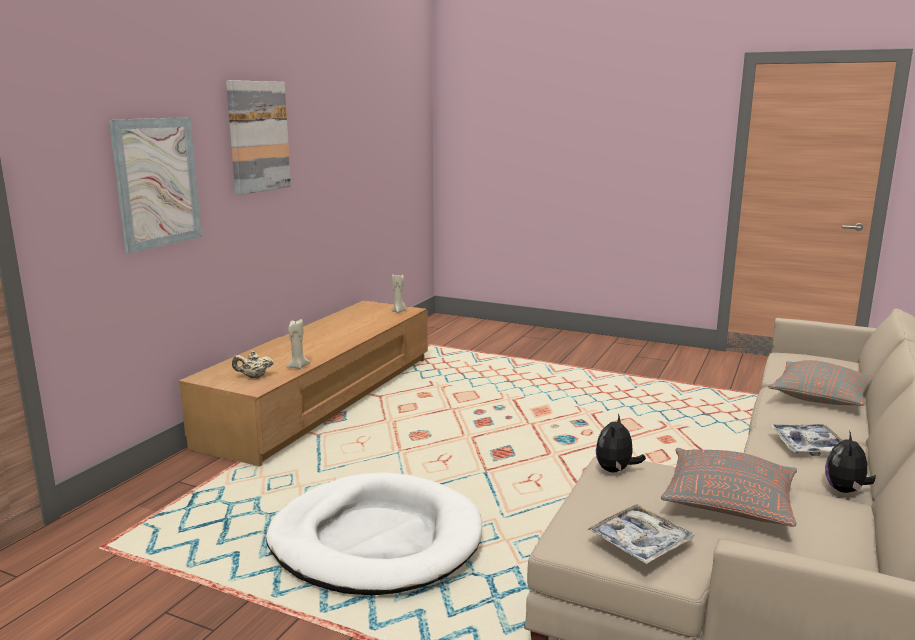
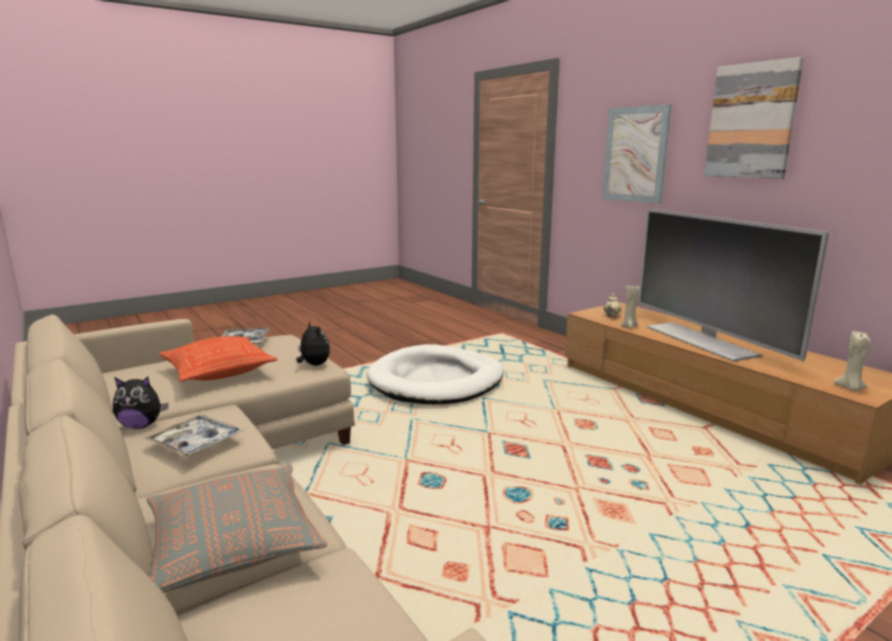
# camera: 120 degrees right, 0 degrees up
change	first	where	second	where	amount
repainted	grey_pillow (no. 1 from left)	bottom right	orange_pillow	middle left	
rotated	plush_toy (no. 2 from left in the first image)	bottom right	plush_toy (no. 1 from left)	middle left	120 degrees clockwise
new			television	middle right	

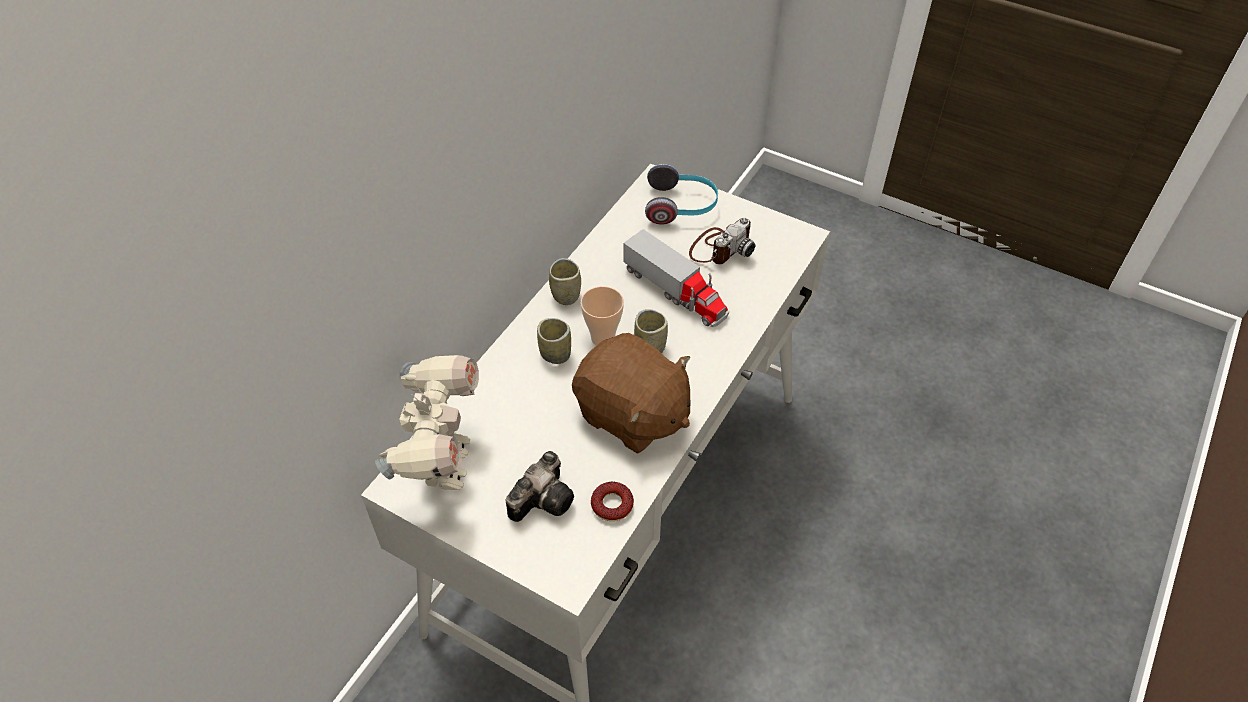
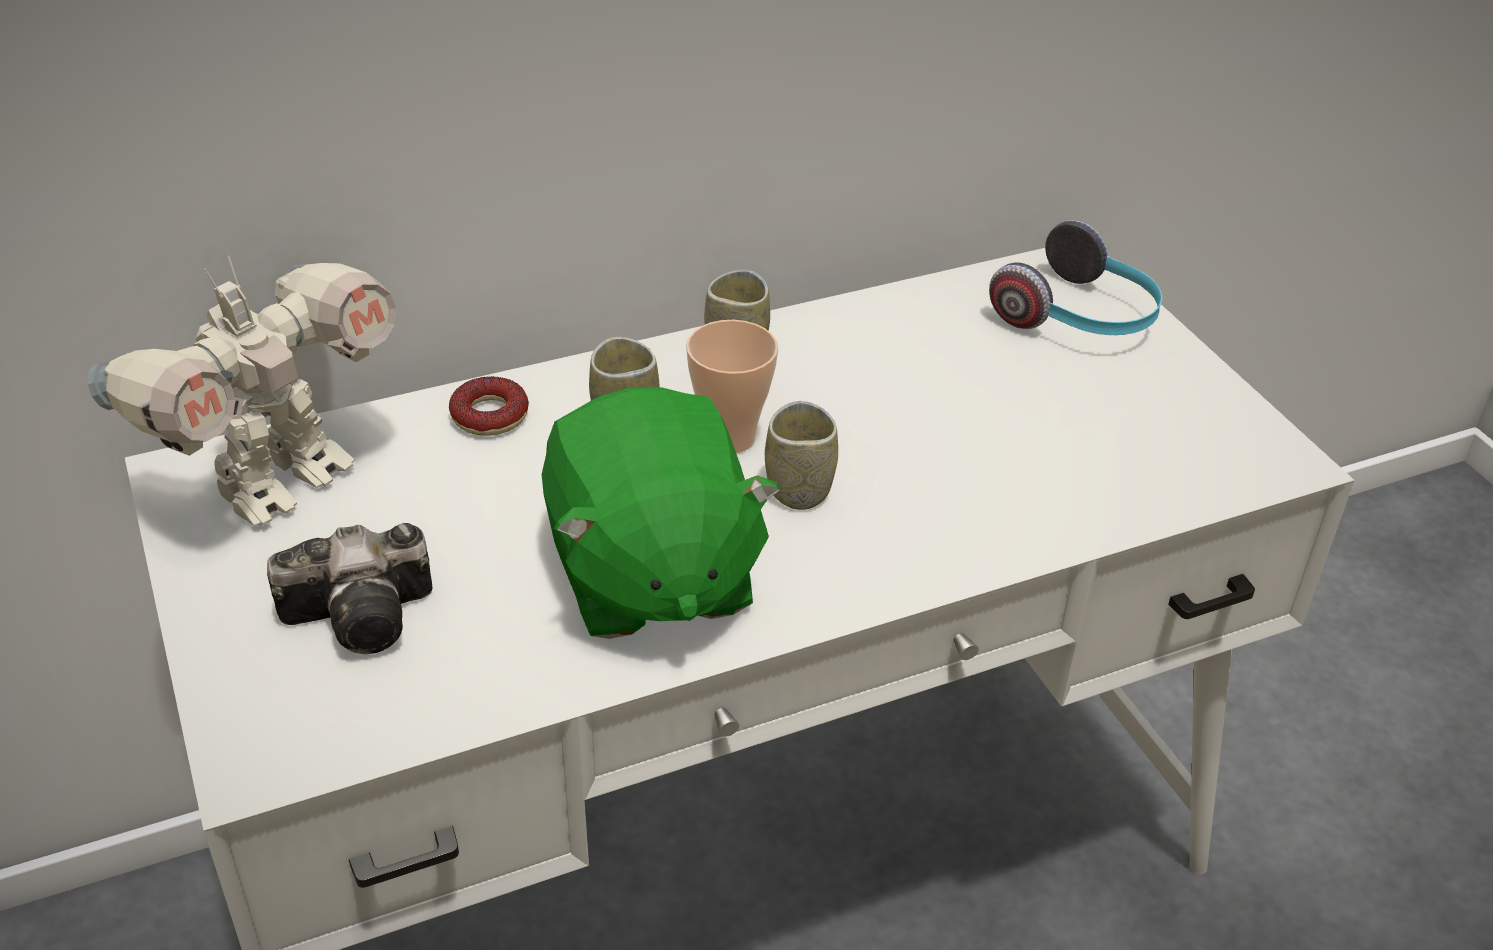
# camera: 35 degrees right, 10 degrees down
change	first	where	second	where	amount
repainted	brown_plush_toy	centre	green_plush_toy	centre	
shifted	donut	bottom centre		middle left	
gone	toy_truck	centre			
gone	photo_camera (no. 2 from left)	centre			

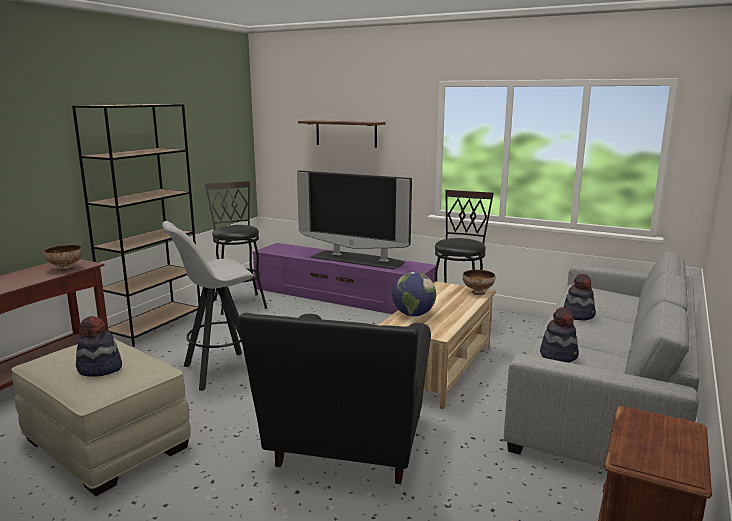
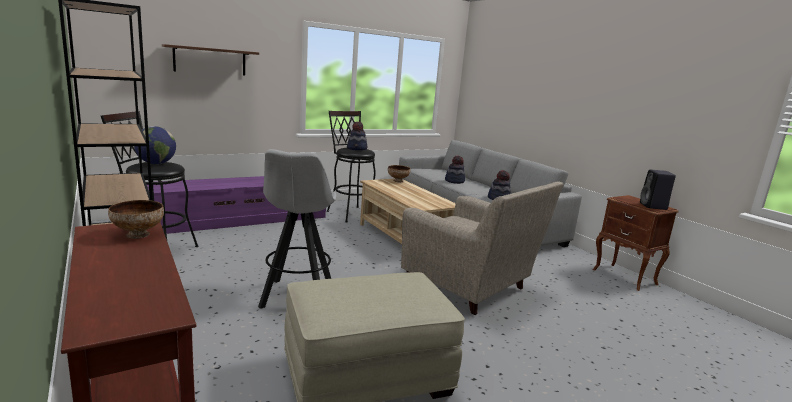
# camera: 60 degrees left, 0 degrees up
change	first	where	second	where	amount
shifted	hat (no. 1 from left)	middle left		centre	
repainted	black_armchair	bottom centre	beige_armchair	centre	
gone	television	centre			
shifted	globe	centre		middle left	
new			black_speaker	middle right	

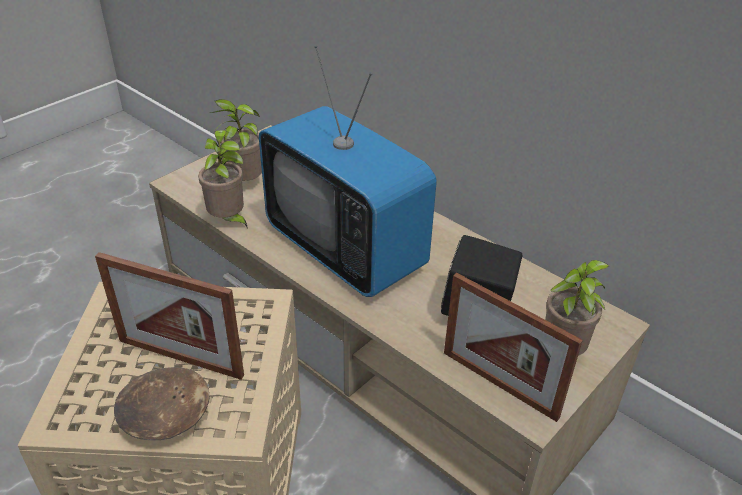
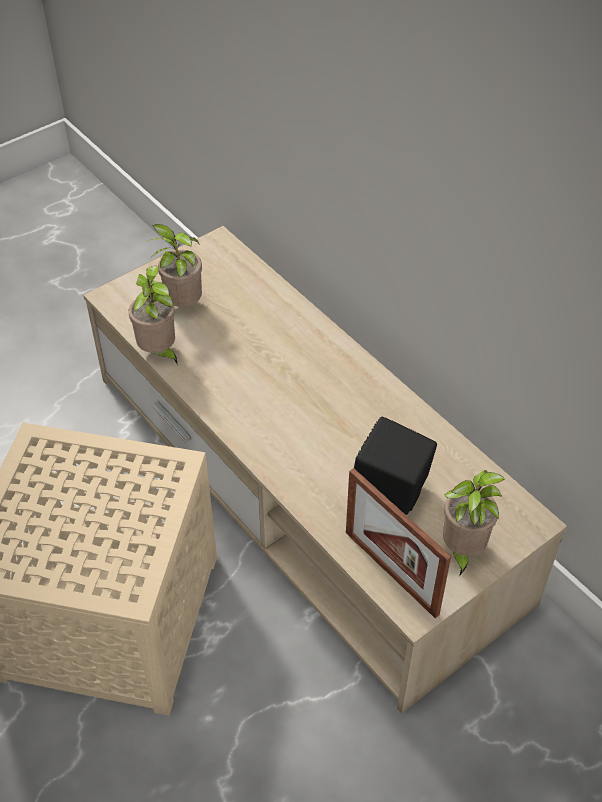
# camera: 10 degrees right, 10 degrees up
change	first	where	second	where	amount
gone	picture_frame (no. 1 from left)	middle left			
gone	brown_bowl	bottom left			
gone	television	centre			

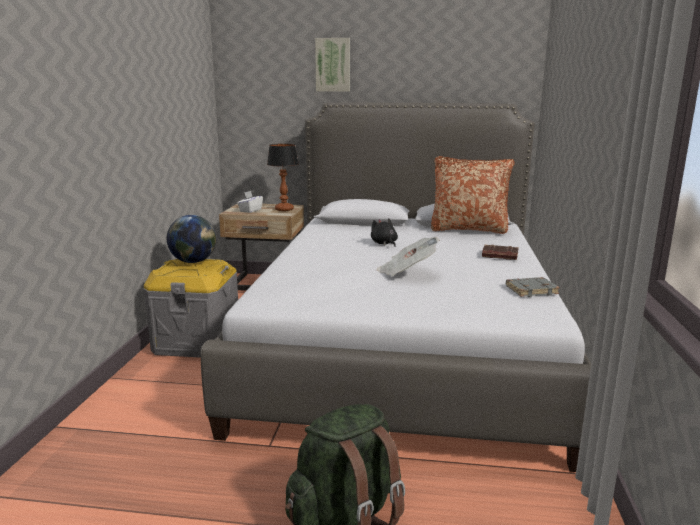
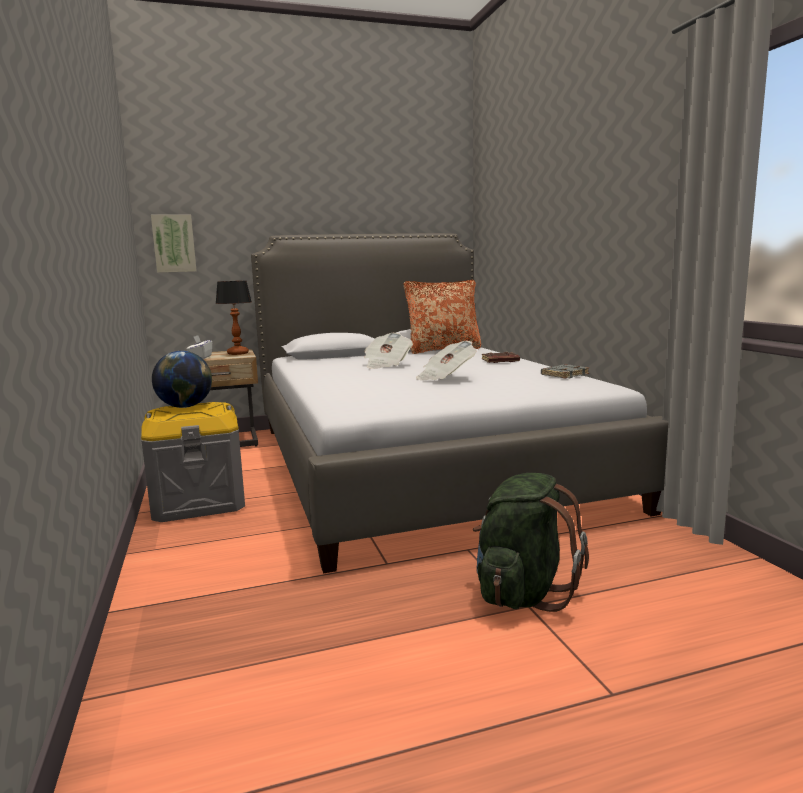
# camera: 25 degrees left, 5 degrees down
change	first	where	second	where	amount
shifted	picture	top centre		top left	
swapped	black_plush_toy	centre	newspaper (no. 1 from left)	centre	

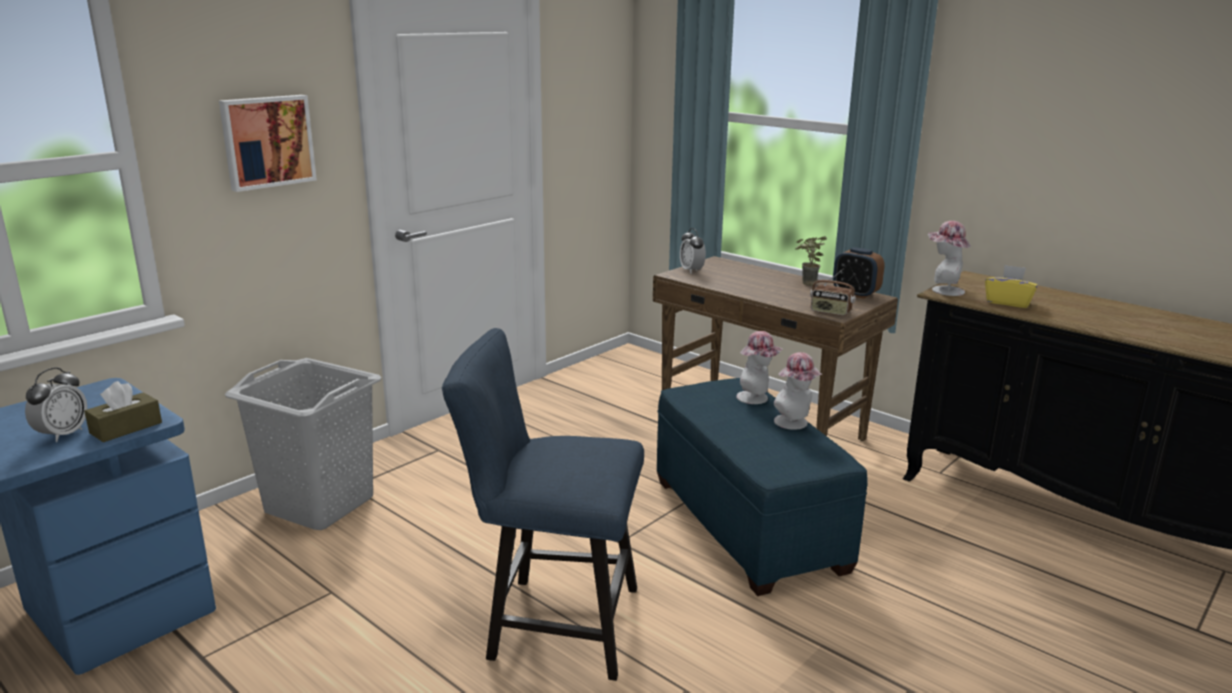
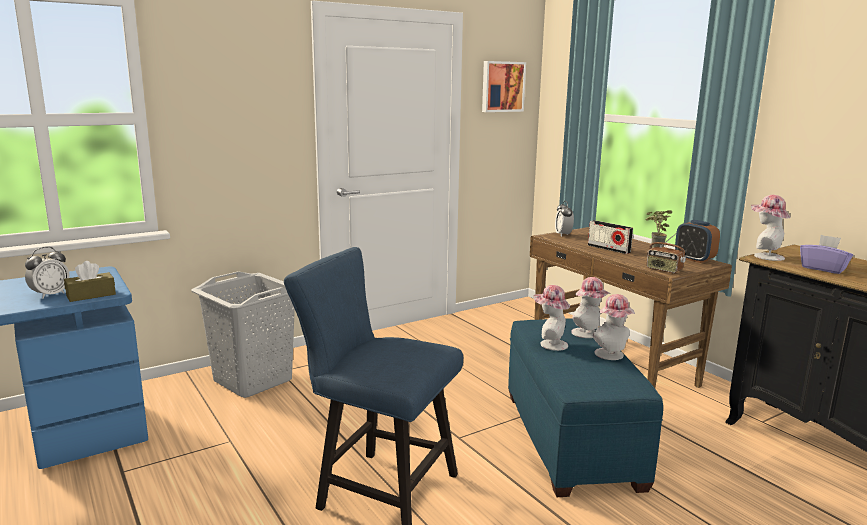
# camera: 15 degrees right, 5 degrees down
change	first	where	second	where	amount
shifted	picture	top left		top centre	
repainted	yellow_tissue_box	middle right	purple_tissue_box	middle right	
new			hat (no. 1 from left)	centre	
new			radio (no. 1 from left)	middle right	

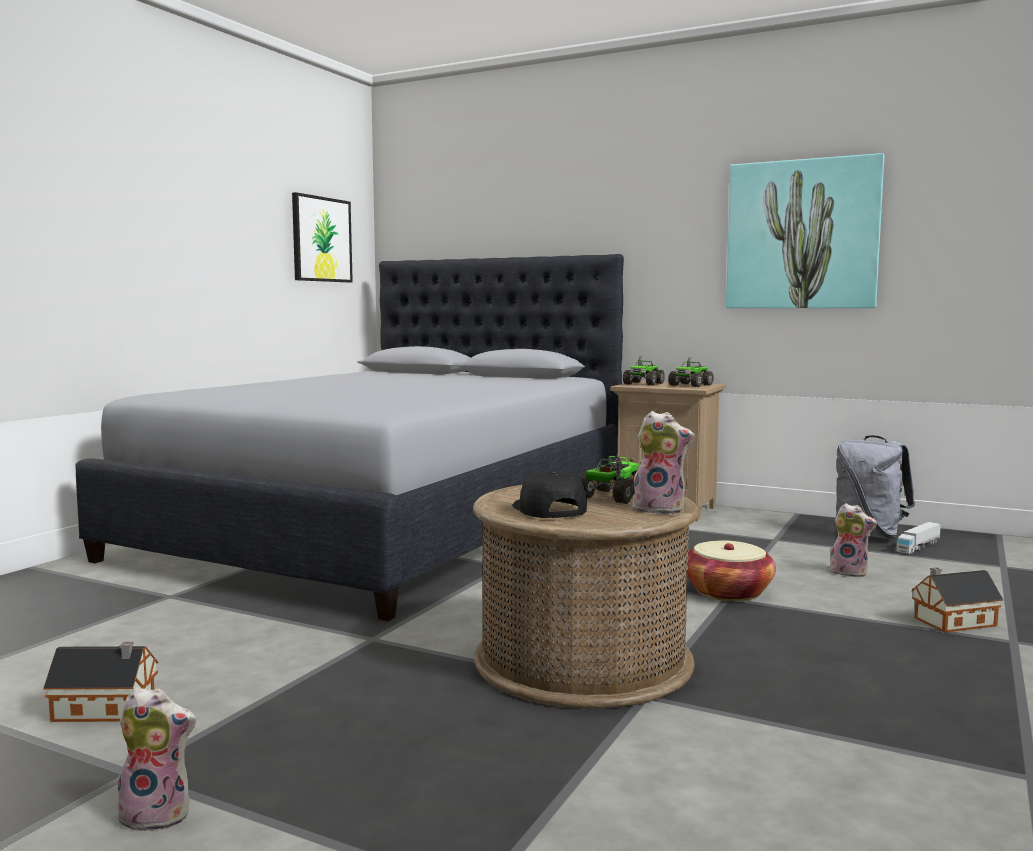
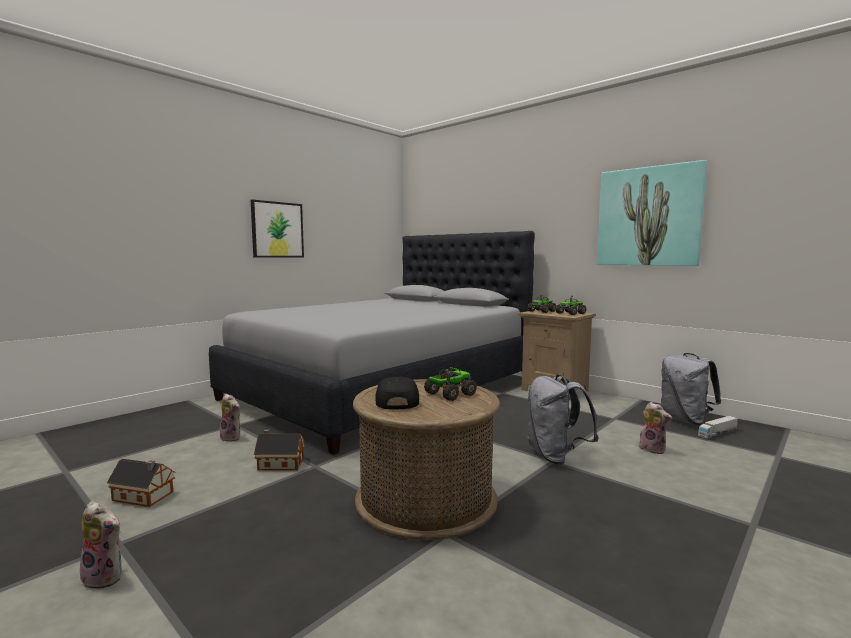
# camera: 15 degrees right, 0 degrees up
change	first	where	second	where	amount
shifted	picture (no. 1 from left)	top left		middle left	
shifted	plush_toy (no. 2 from left)	centre		middle left	
swapped	basket	bottom right	grey_backpack (no. 1 from left)	centre	
shifted	toy_house (no. 2 from left)	bottom right		bottom left	

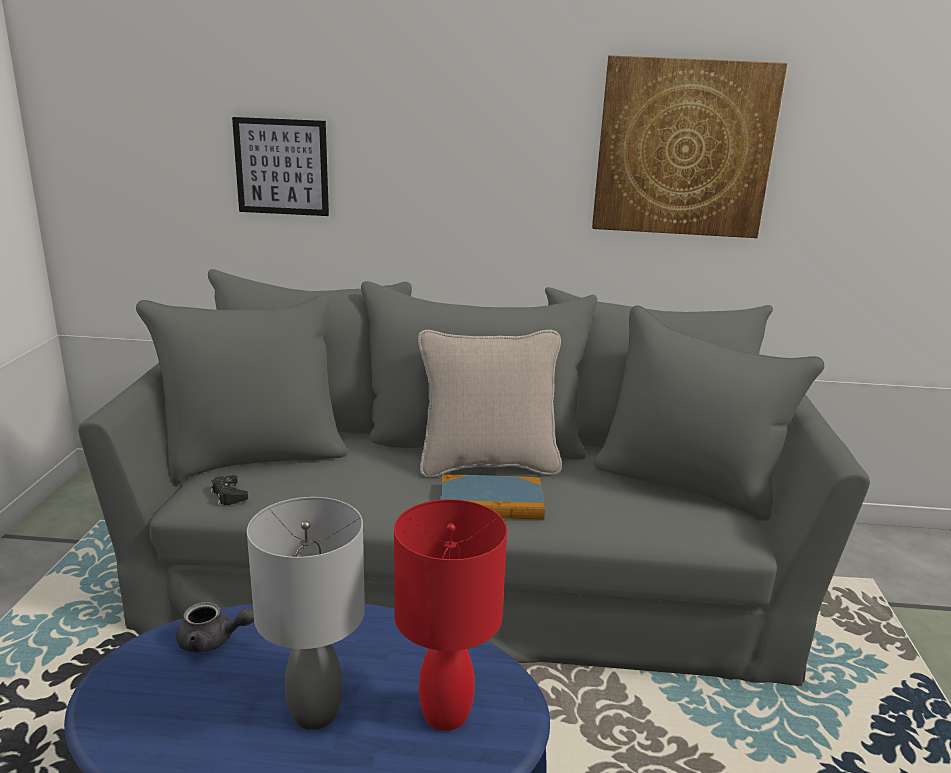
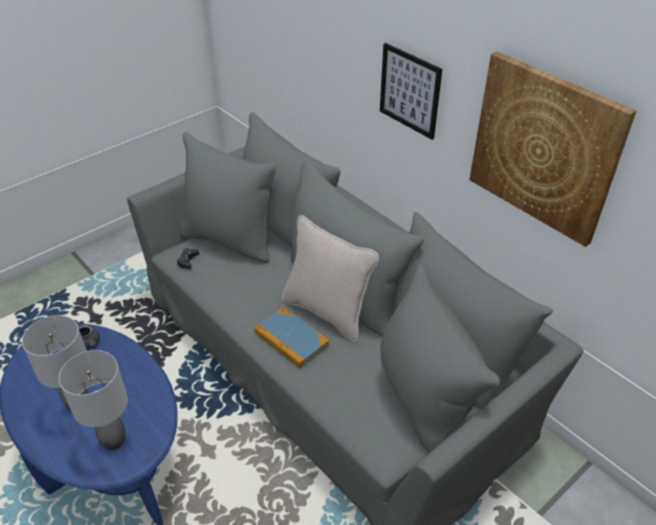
# camera: 45 degrees right, 20 degrees up
change	first	where	second	where	amount
shifted	picture (no. 1 from left)	top left		top centre	
repainted	red_table_lamp	bottom centre	grey_table_lamp (no. 2 from left)	bottom left	

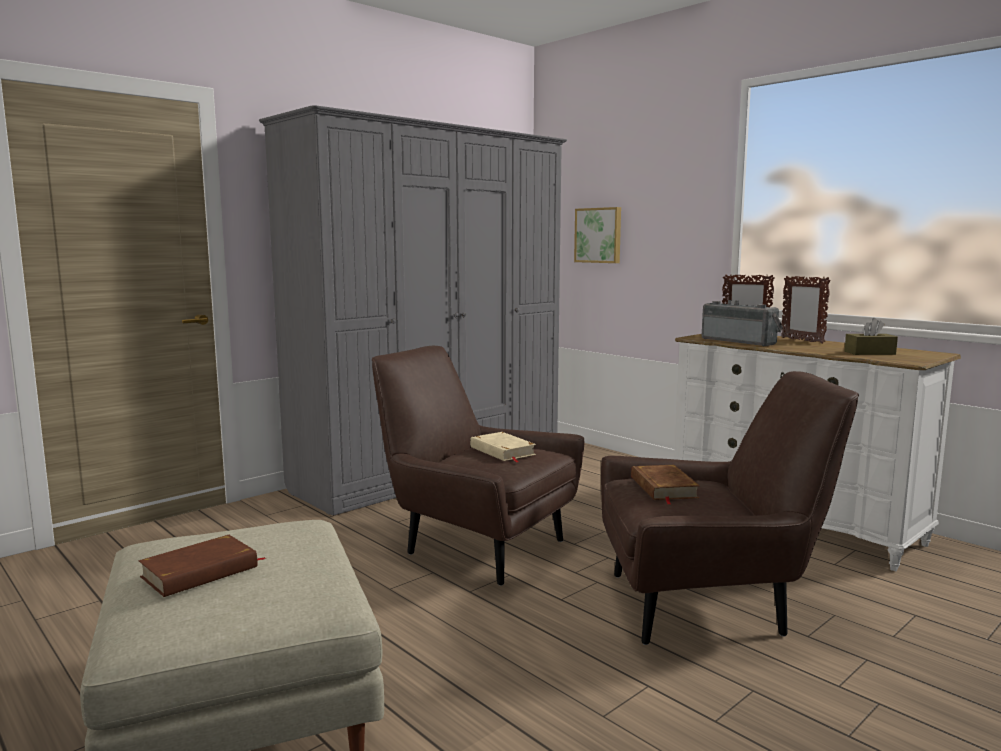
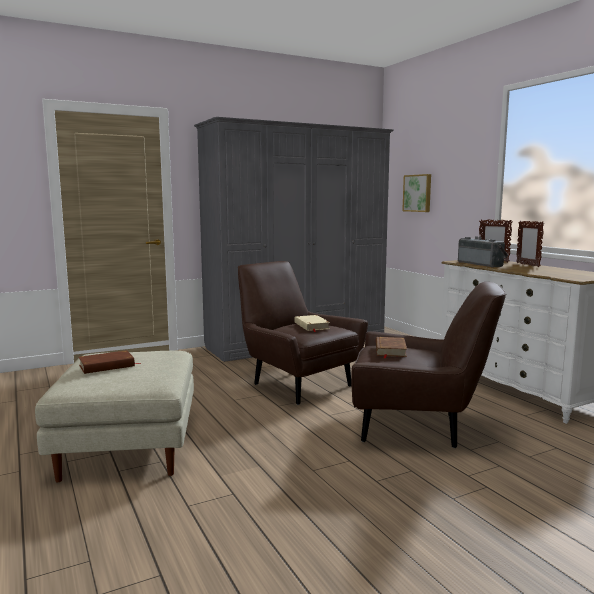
# camera: 15 degrees right, 0 degrees up
change	first	where	second	where	amount
gone	brown_tissue_box	middle right			

